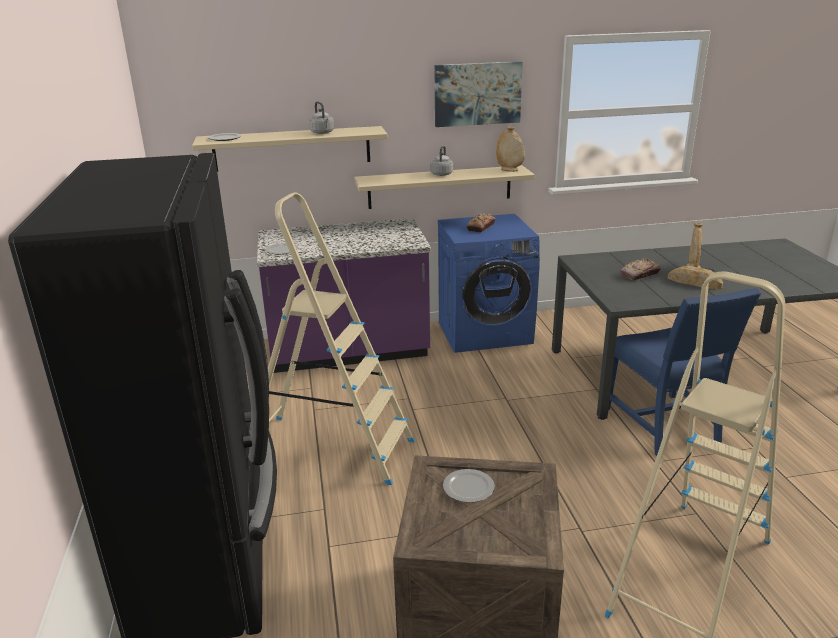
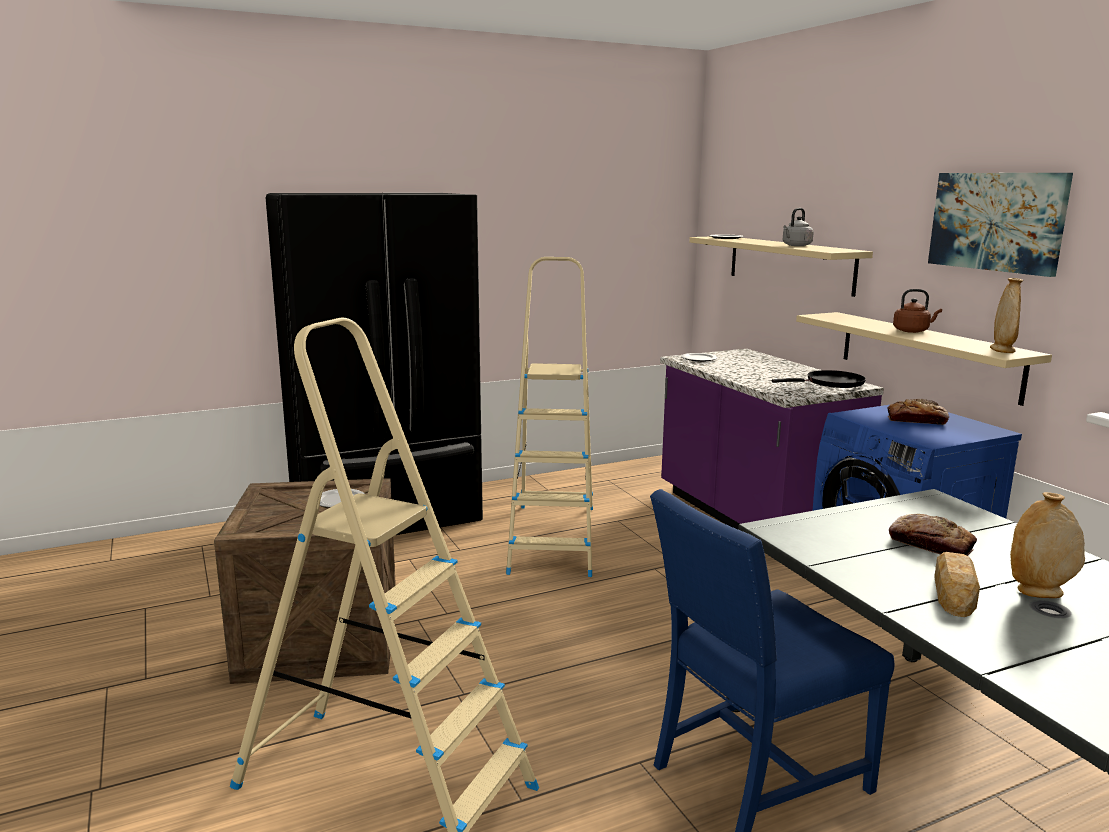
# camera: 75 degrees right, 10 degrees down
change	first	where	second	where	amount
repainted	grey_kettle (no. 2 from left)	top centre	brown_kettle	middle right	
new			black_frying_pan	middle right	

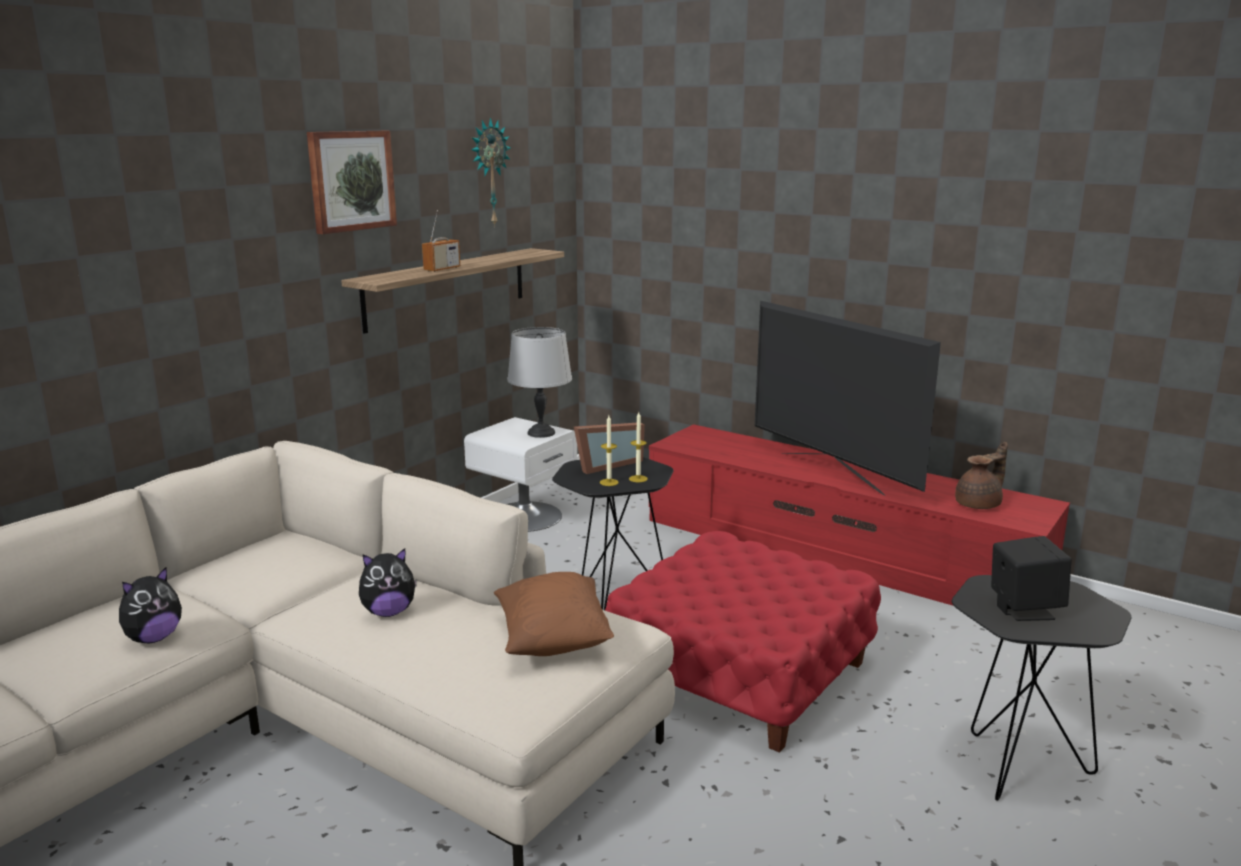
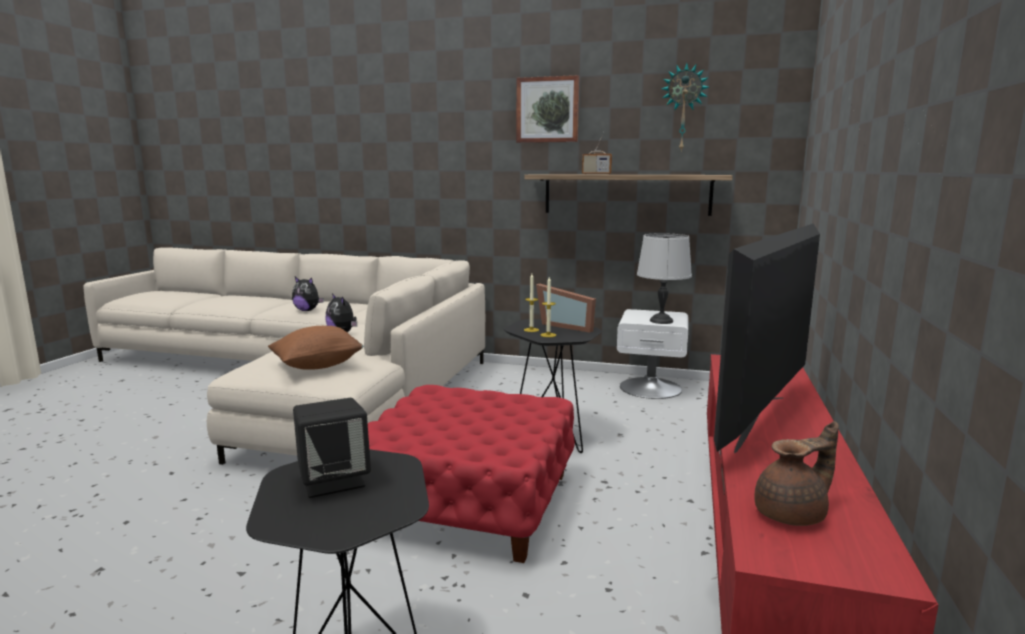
# camera: 70 degrees right, 5 degrees down
change	first	where	second	where	amount
rotated	brown_teapot	middle right		bottom right	60 degrees counterclockwise

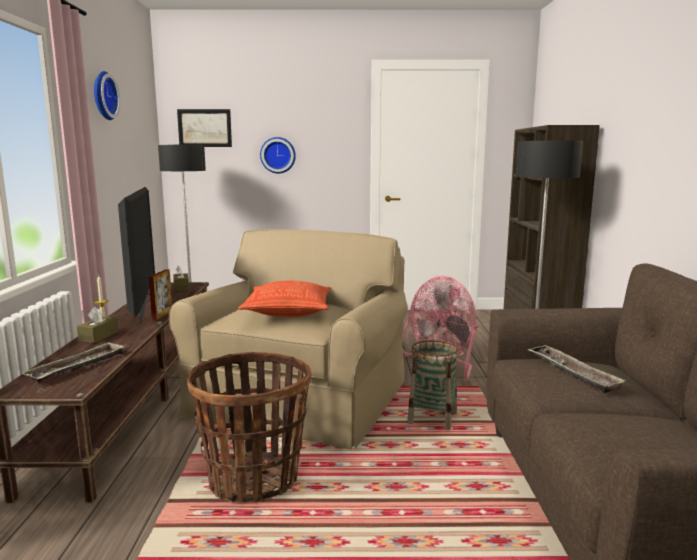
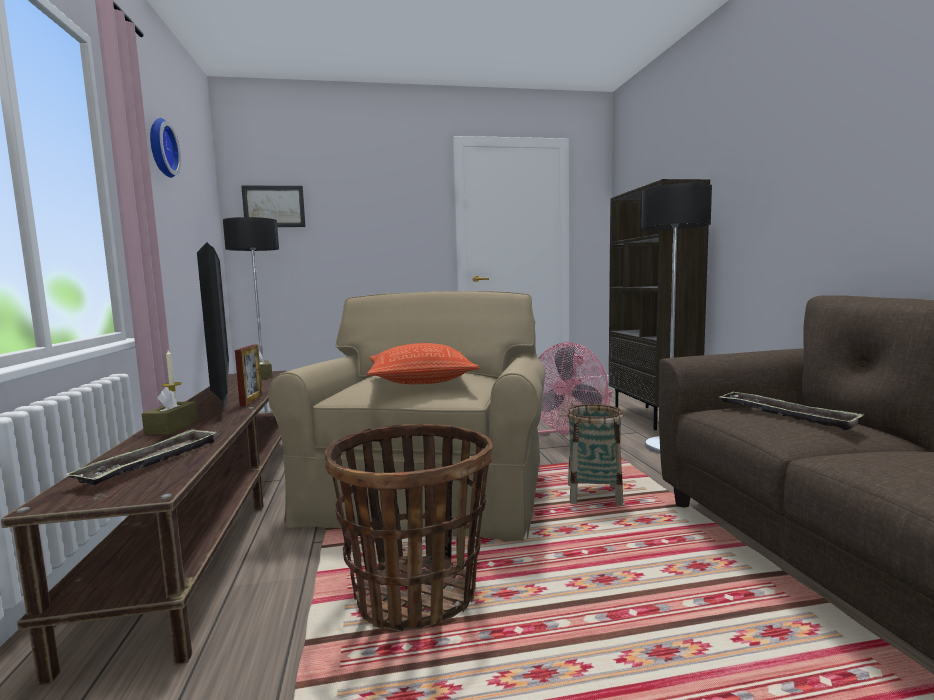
# camera: 10 degrees left, 5 degrees down
change	first	where	second	where	amount
gone	wall_clock (no. 2 from left)	top centre			

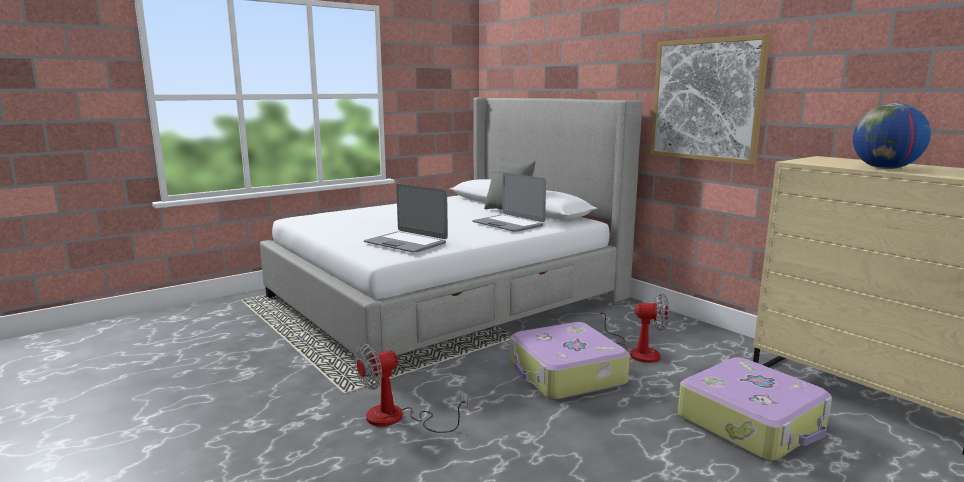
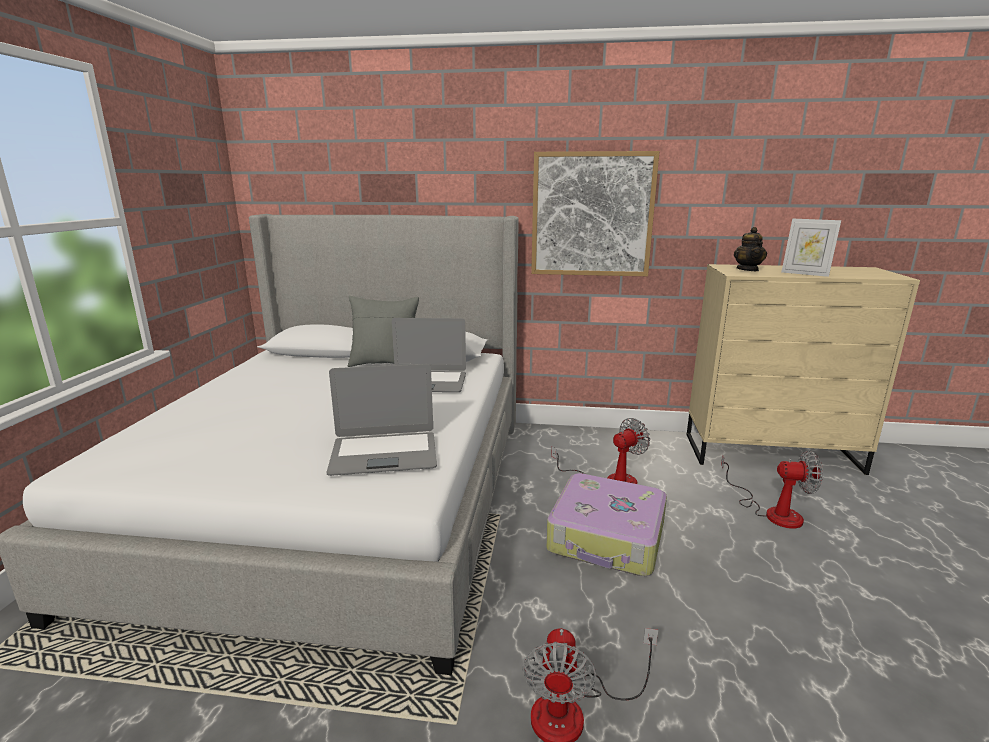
# camera: 45 degrees left, 5 degrees up
change	first	where	second	where	amount
swapped	suitcase (no. 2 from left)	bottom right	fan (no. 3 from left)	middle right	
swapped	globe	top right	picture_frame	middle right	
new			teapot	middle right	

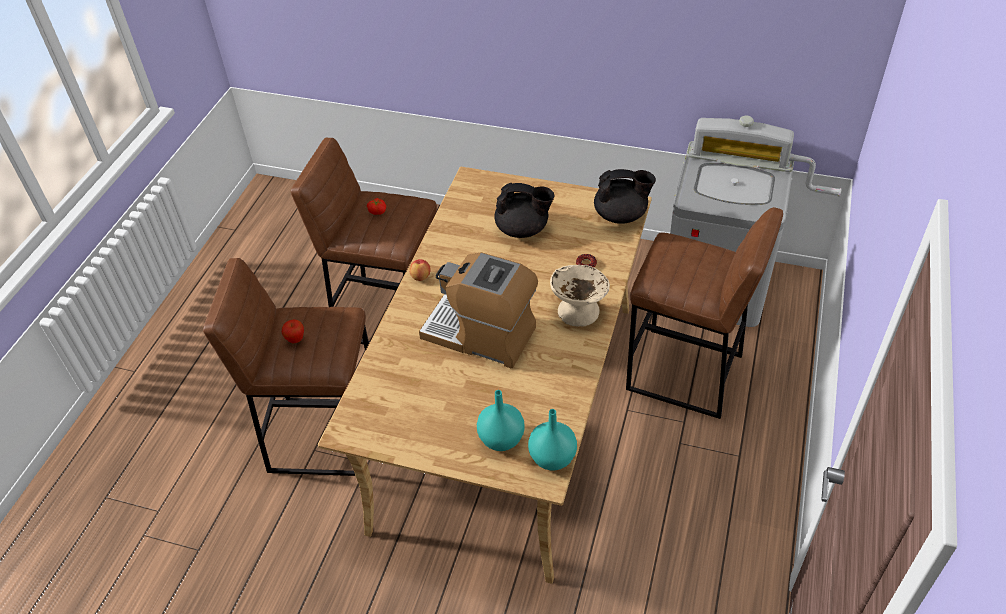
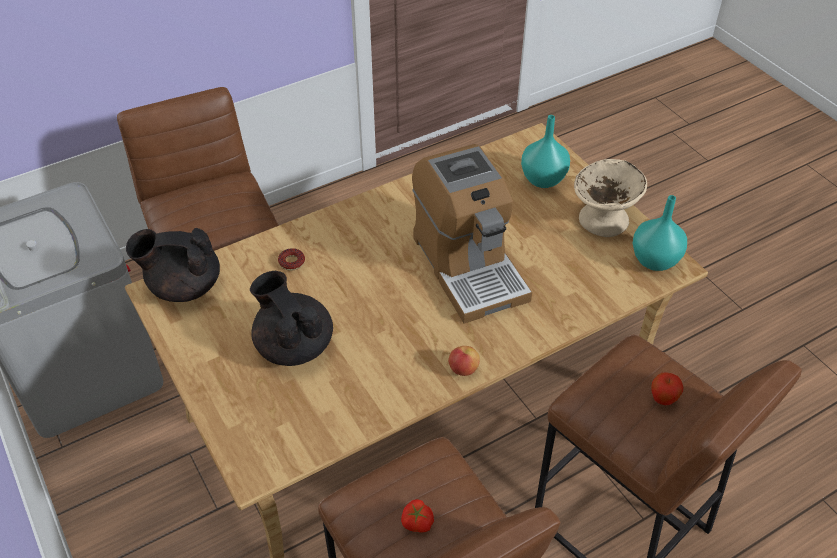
# camera: 140 degrees left, 0 degrees up
change	first	where	second	where	amount
shifted	turquoise_vase (no. 2 from left)	bottom centre		middle right	
shifted	beige_bowl	centre		middle right	
rotated	black_teapot (no. 2 from left in the first image)	top centre	black_teapot (no. 1 from left)	middle left	45 degrees counterclockwise

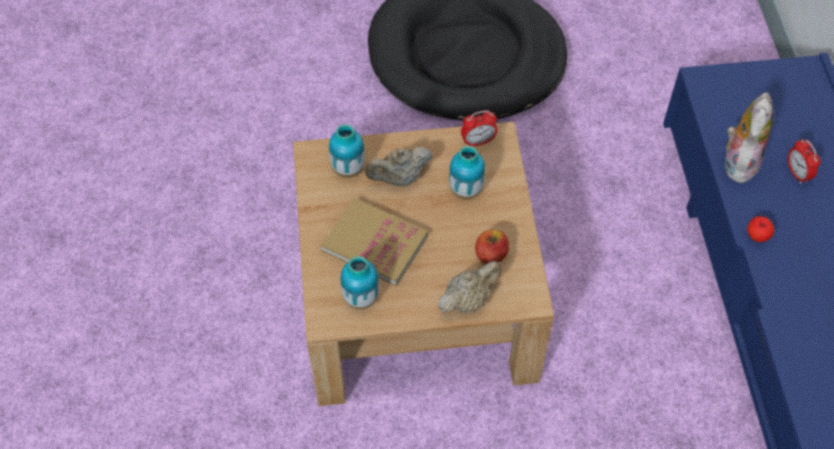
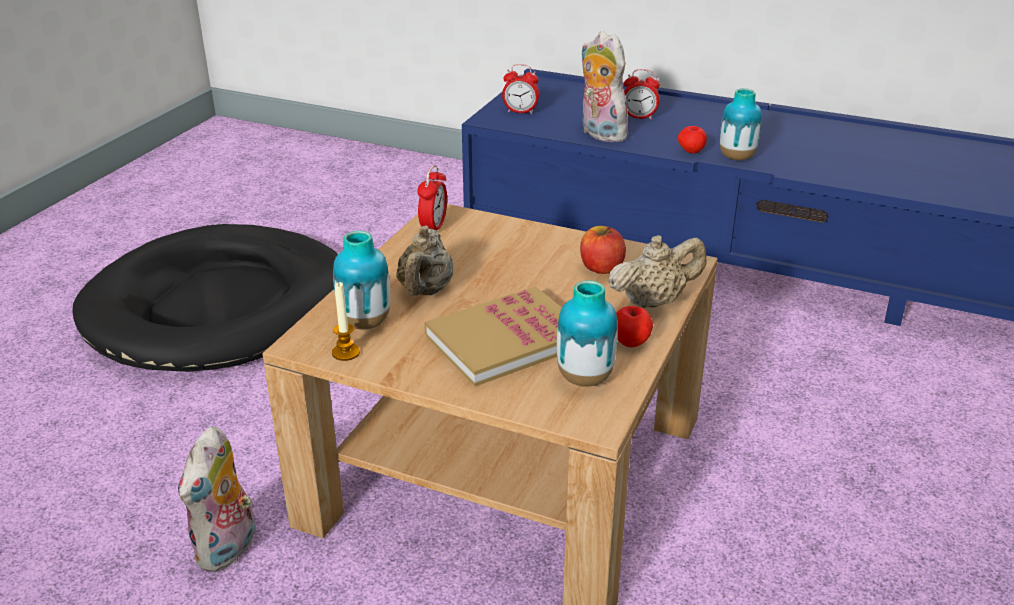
# camera: 60 degrees left, 25 degrees down
change	first	where	second	where	amount
rotated	beige_teapot (no. 2 from left)	centre		centre	75 degrees clockwise
shifted	vase (no. 3 from left)	centre		top right	
new			plush_toy (no. 1 from left)	bottom left	
new			candle	centre	
new			alarm_clock (no. 2 from left)	top centre	
new			apple (no. 2 from left)	centre	

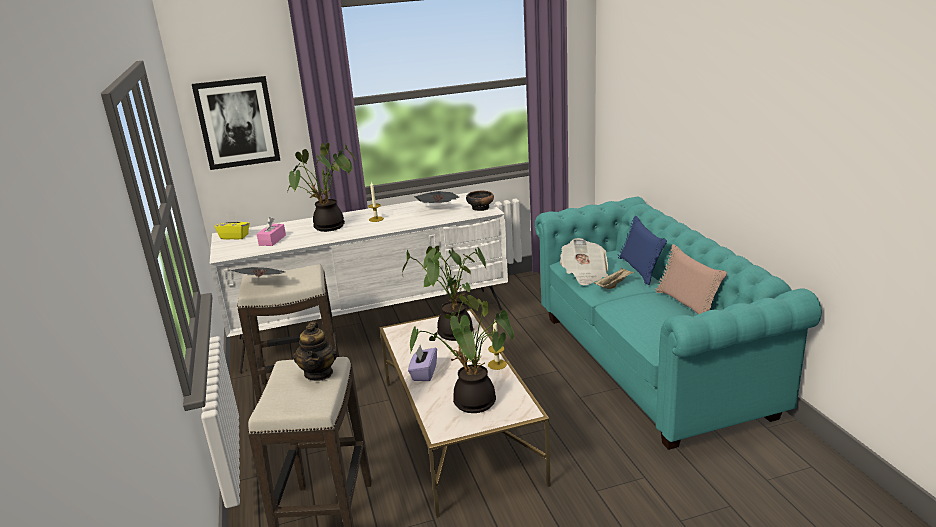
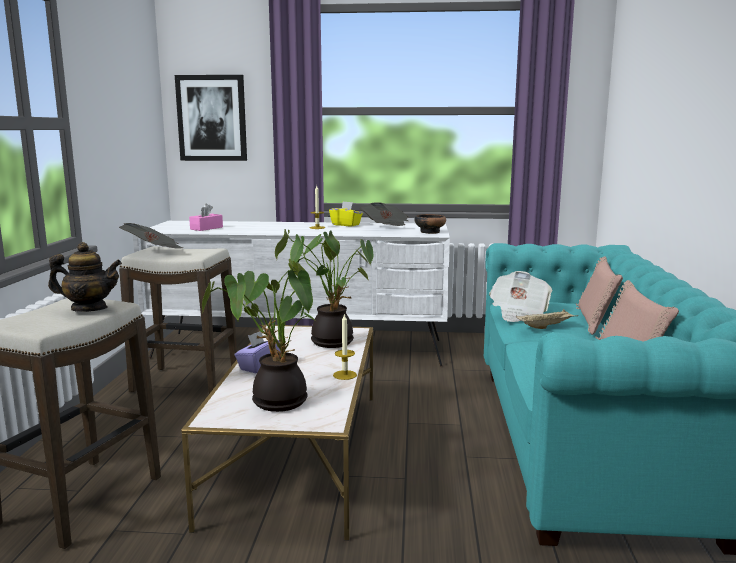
# camera: 20 degrees right, 10 degrees down
change	first	where	second	where	amount
shifted	yellow_tissue_box	middle left		centre	
gone	potted_plant (no. 1 from left)	centre			
rotated	teapot	centre		middle left	105 degrees counterclockwise
repainted	blue_pillow	middle right	beige_pillow (no. 1 from left)	middle right	

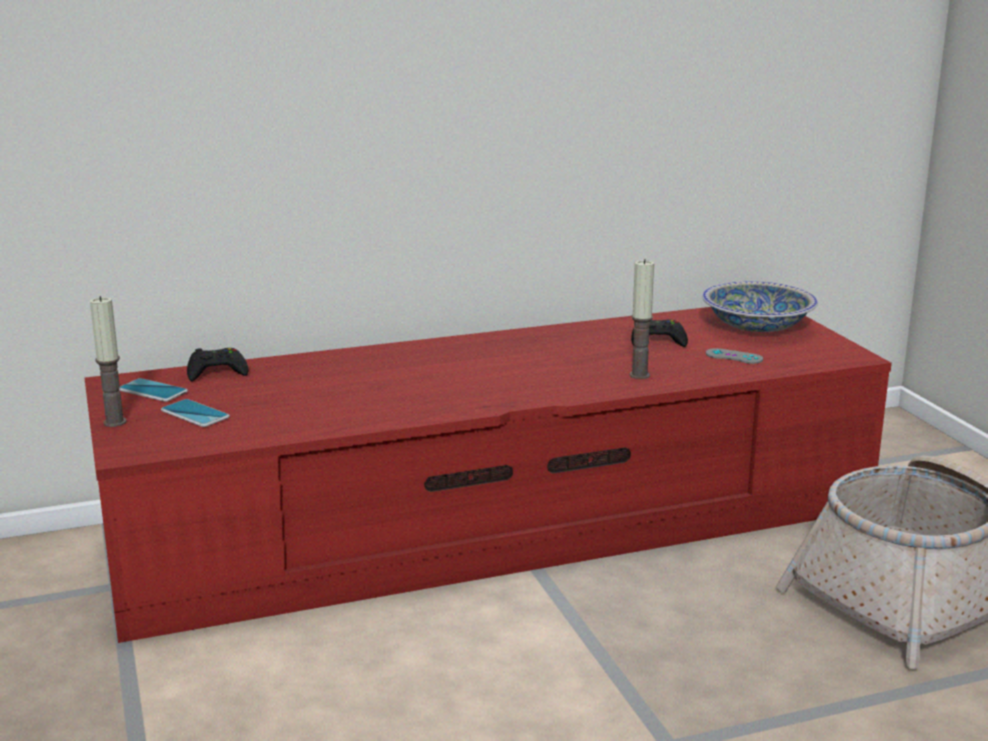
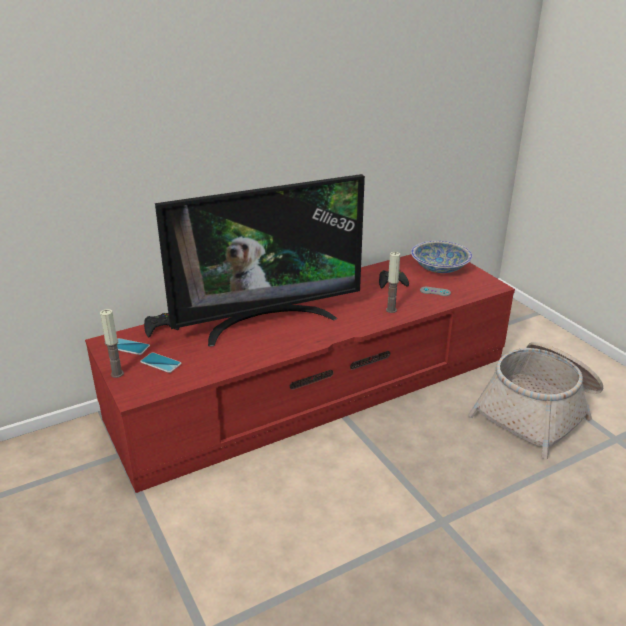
# camera: 10 degrees left, 10 degrees up
change	first	where	second	where	amount
new			television	centre	

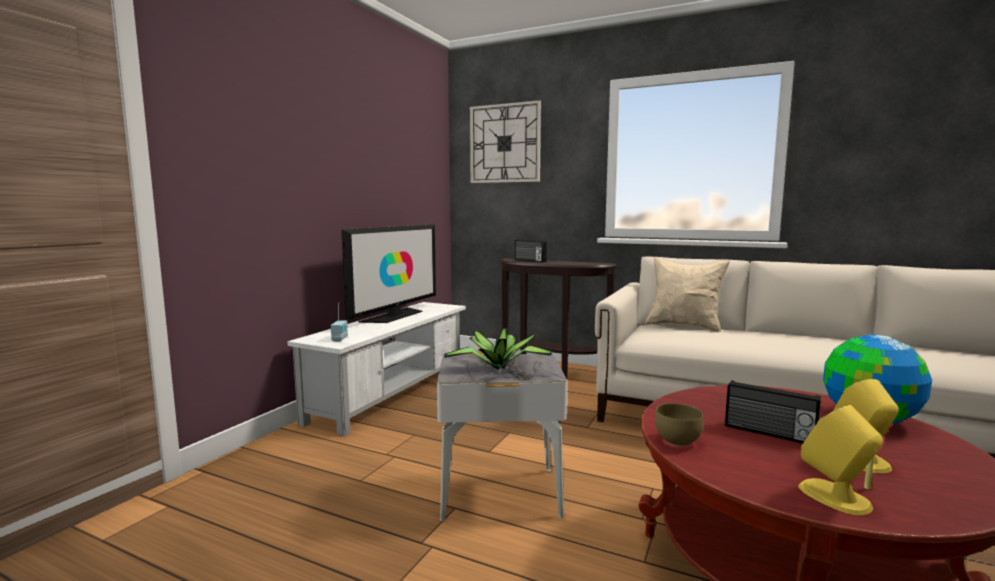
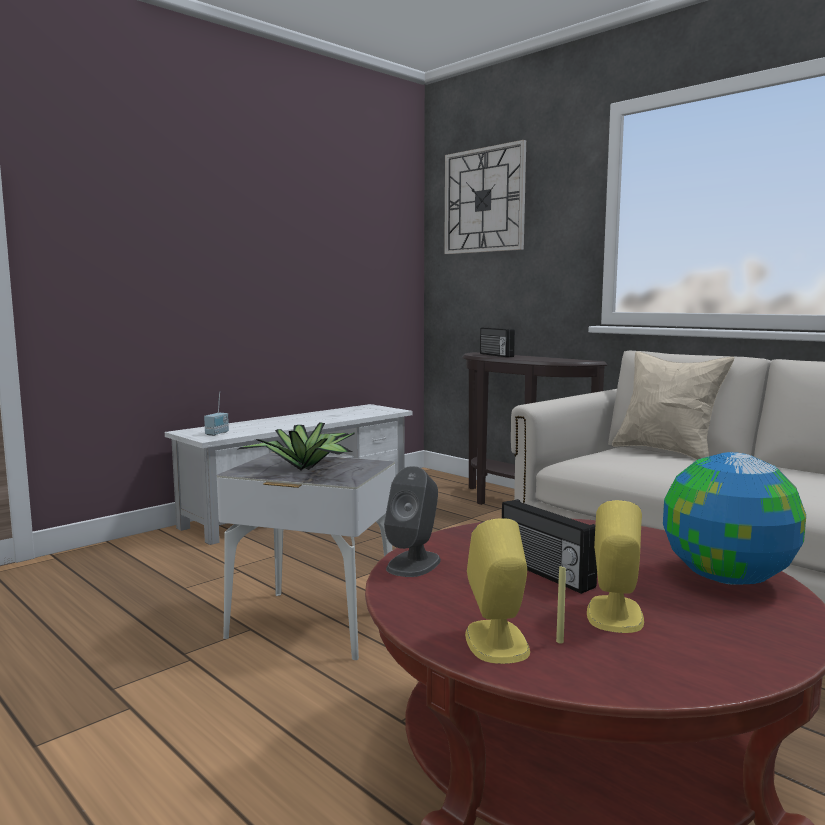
# camera: 20 degrees right, 0 degrees up
change	first	where	second	where	amount
gone	television	centre			
swapped	brown_bowl	bottom right	grey_speaker	centre	

